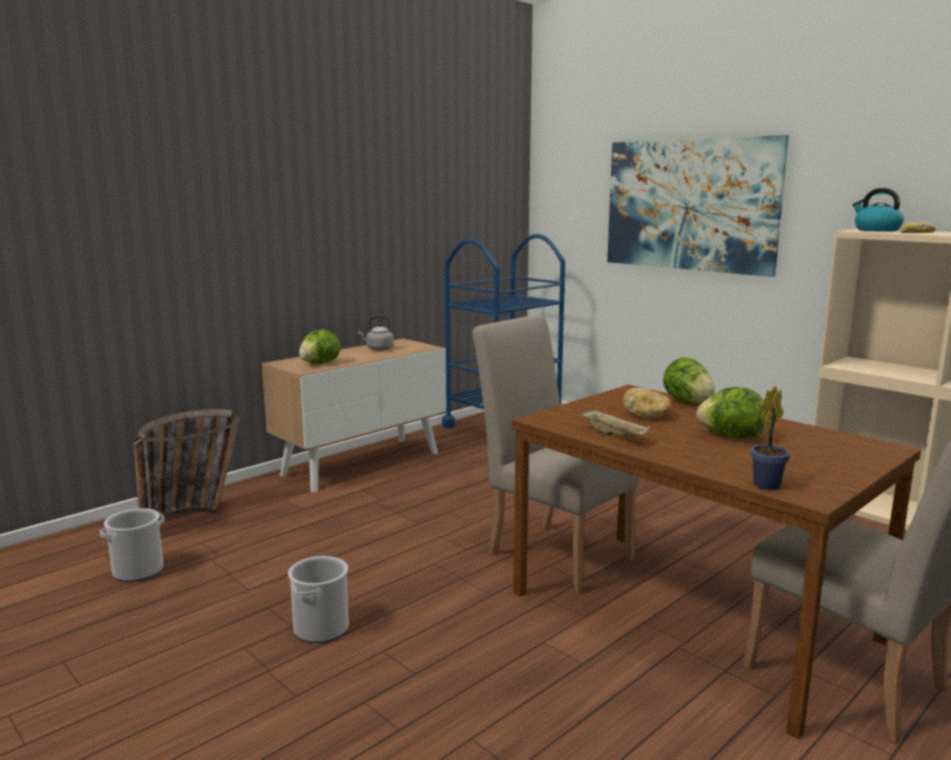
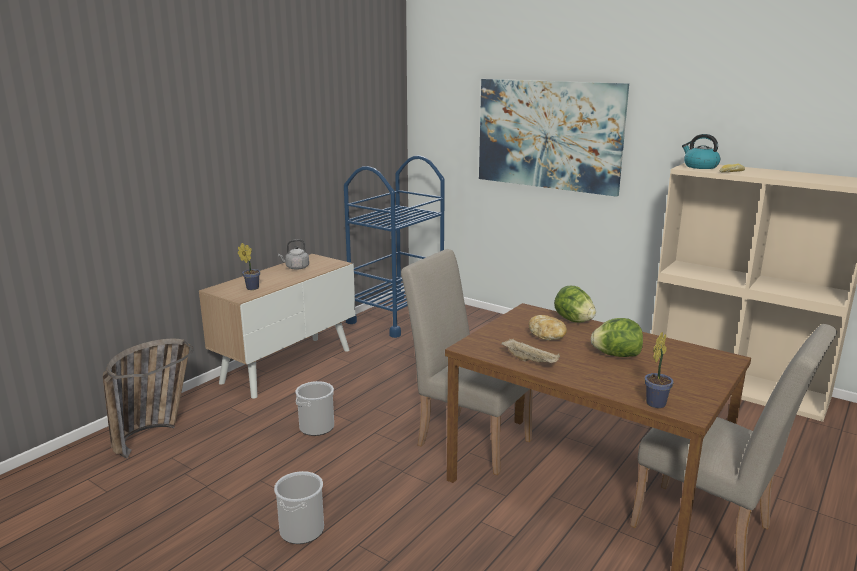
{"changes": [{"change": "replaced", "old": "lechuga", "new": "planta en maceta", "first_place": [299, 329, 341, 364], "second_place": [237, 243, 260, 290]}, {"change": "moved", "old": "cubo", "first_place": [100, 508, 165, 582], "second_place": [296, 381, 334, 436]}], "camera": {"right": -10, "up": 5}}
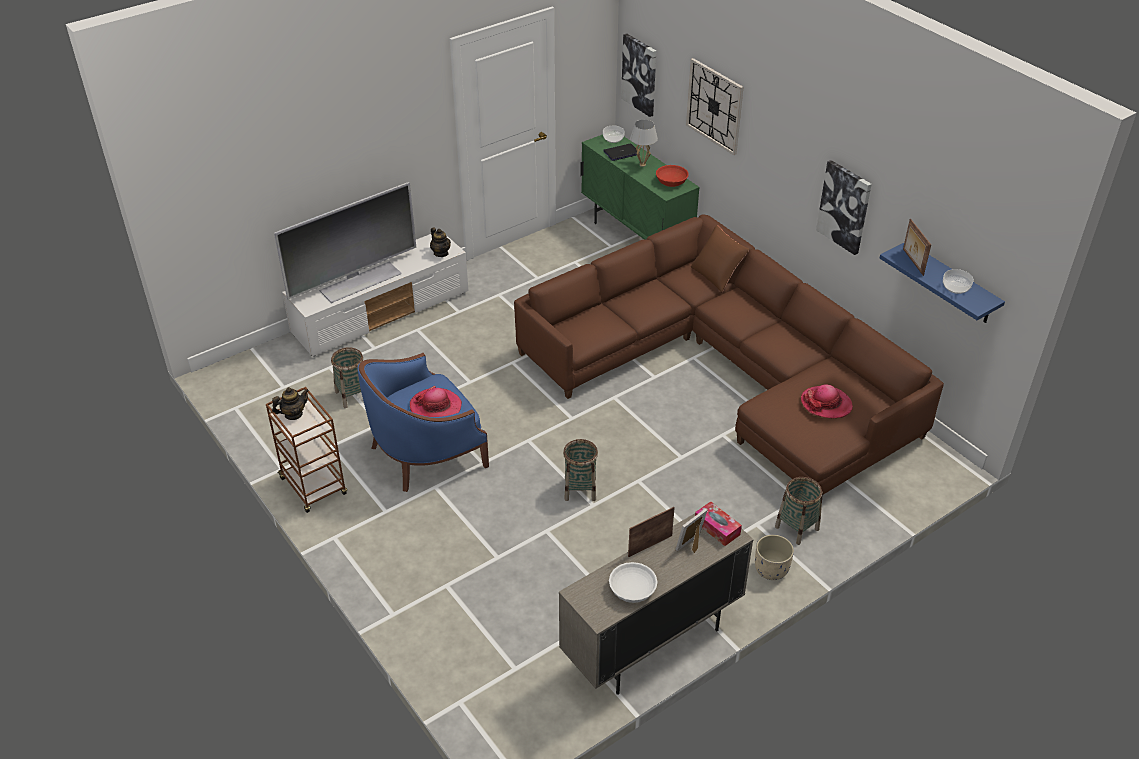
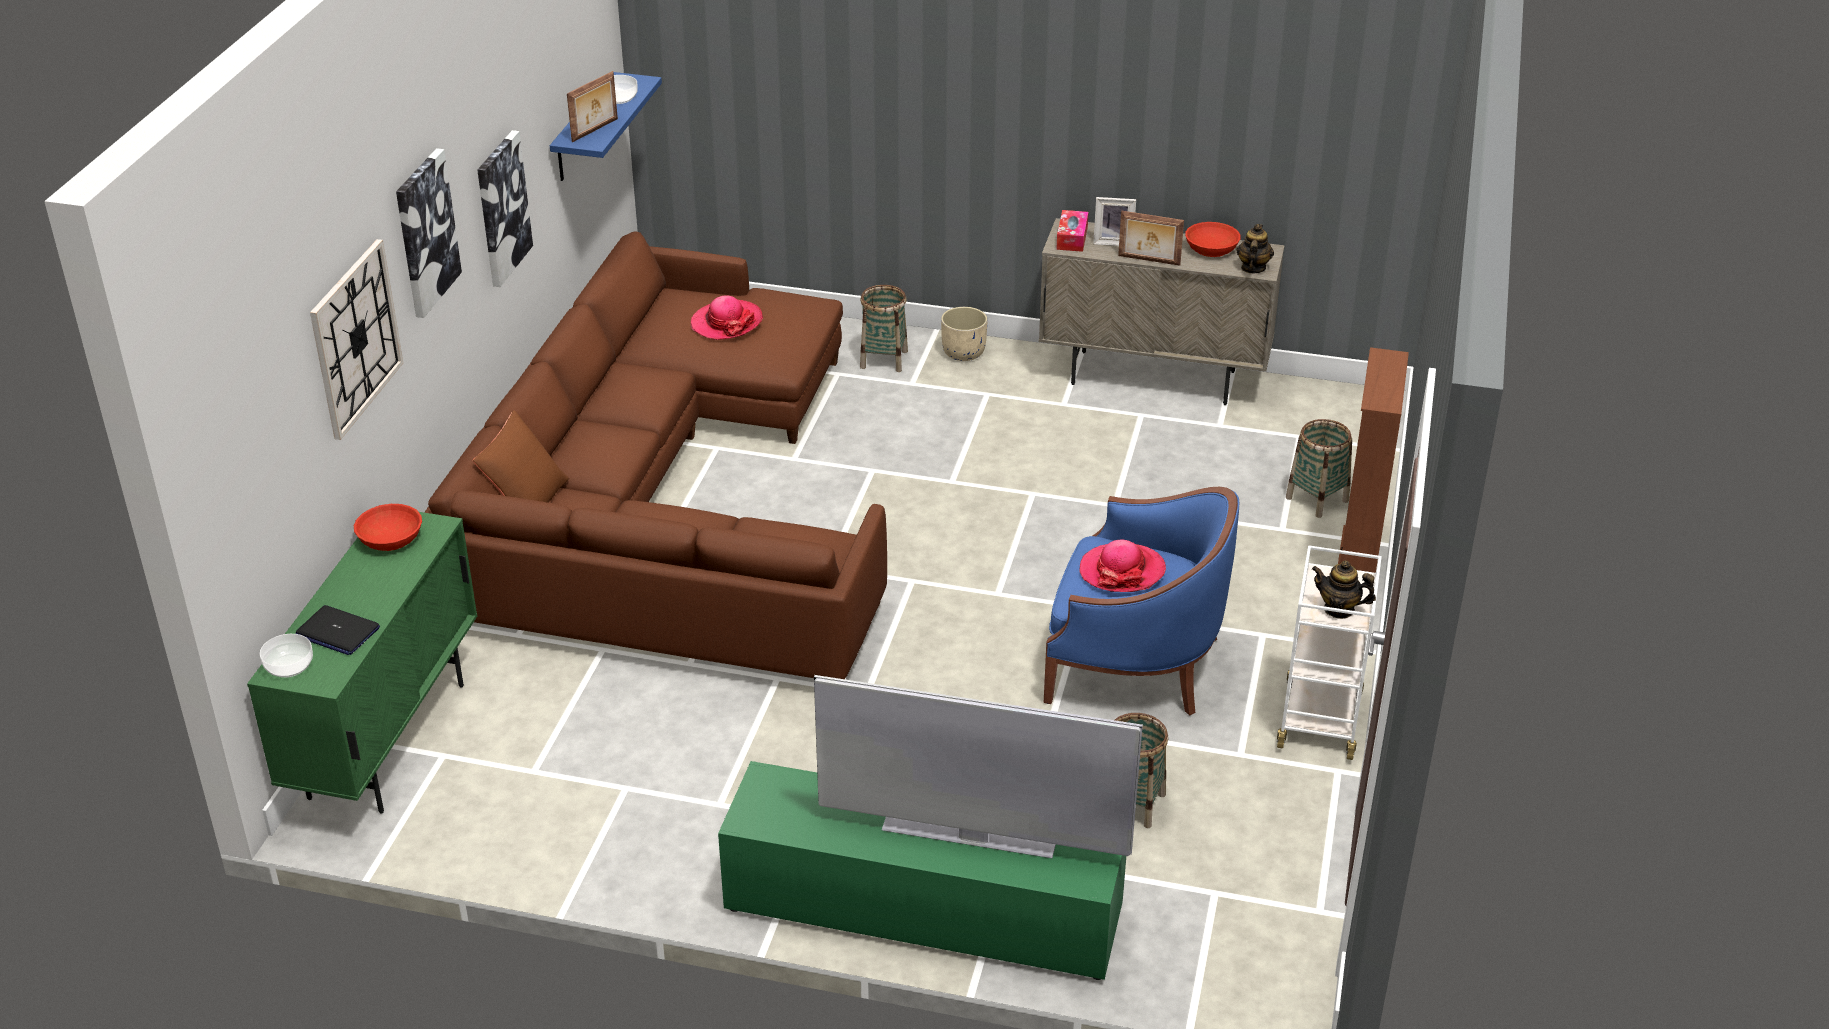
{"changes": [{"change": "moved", "old": "cuadro", "first_place": [621, 33, 656, 117], "second_place": [396, 148, 462, 318]}, {"change": "removed", "old": "lámpara de mesa/blanco", "first_place": [630, 120, 658, 167]}, {"change": "moved", "old": "tetera", "first_place": [430, 227, 451, 257], "second_place": [1237, 224, 1274, 273]}, {"change": "recoloured", "old": "mueble de televisión/blanco", "new": "mueble de televisión/verde", "first_place": [282, 234, 468, 357], "second_place": [718, 761, 1126, 980]}, {"change": "recoloured", "old": "carrito/marrón", "new": "carrito/blanco", "first_place": [266, 387, 347, 513], "second_place": [1277, 545, 1382, 760]}, {"change": "moved", "old": "cesta", "first_place": [563, 439, 598, 501], "second_place": [1286, 419, 1352, 518]}, {"change": "recoloured", "old": "cuenco/blanco", "new": "cuenco/rojo", "first_place": [609, 562, 658, 603], "second_place": [1185, 222, 1241, 257]}, {"change": "added", "new": "estantería/marrón", "second_place": [1338, 347, 1409, 573]}], "camera": {"right": -130, "up": -5}}
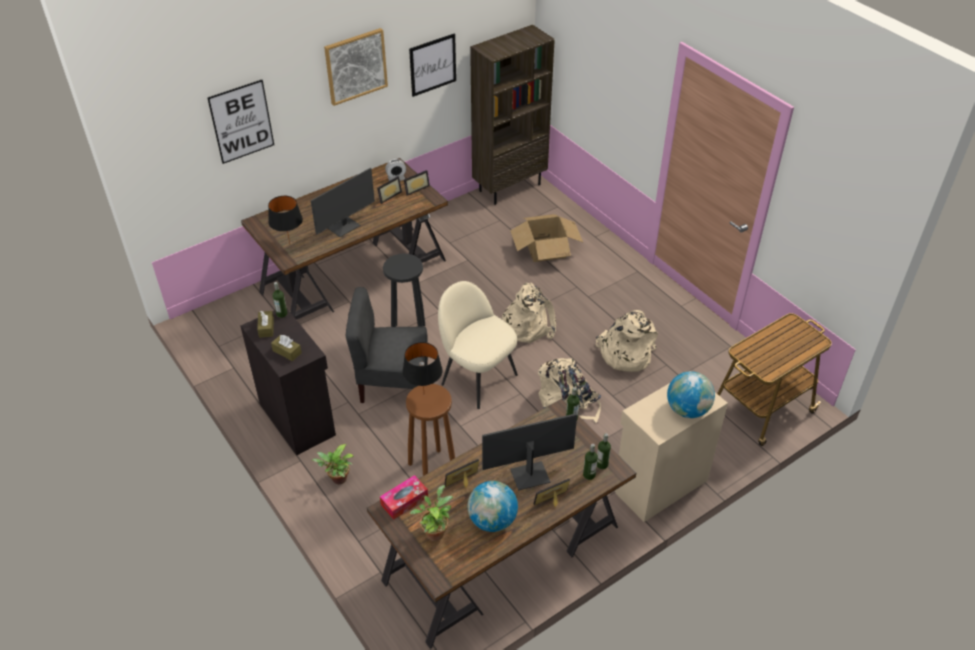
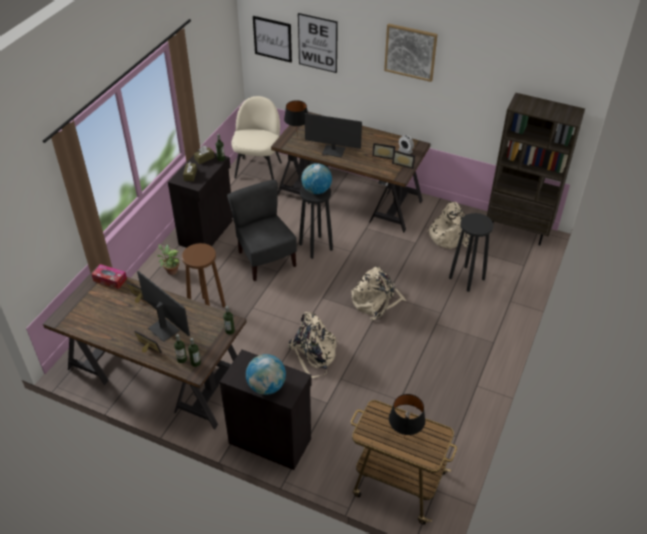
{"changes": [{"change": "moved", "old": "cuadro", "first_place": [409, 34, 456, 97], "second_place": [253, 16, 292, 63]}, {"change": "replaced", "old": "caja de cartón", "new": "taburete/negro", "first_place": [511, 214, 583, 262], "second_place": [449, 213, 493, 292]}, {"change": "moved", "old": "silla/beis", "first_place": [438, 281, 518, 409], "second_place": [232, 96, 282, 180]}, {"change": "moved", "old": "mochila/beis", "first_place": [595, 310, 658, 372], "second_place": [426, 202, 470, 249]}, {"change": "moved", "old": "lámpara de mesa/negro", "first_place": [402, 342, 443, 389], "second_place": [389, 394, 425, 438]}, {"change": "recoloured", "old": "armario/beis", "new": "armario/negro", "first_place": [614, 383, 728, 522], "second_place": [220, 350, 312, 470]}, {"change": "moved", "old": "globo terráqueo", "first_place": [468, 481, 518, 532], "second_place": [301, 163, 332, 194]}, {"change": "removed", "old": "planta en maceta", "first_place": [410, 485, 453, 541]}], "camera": {"right": 60, "up": 0}}
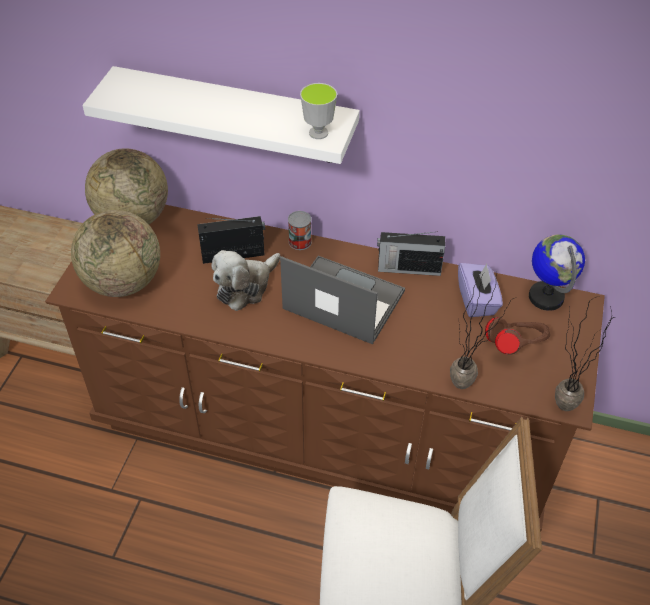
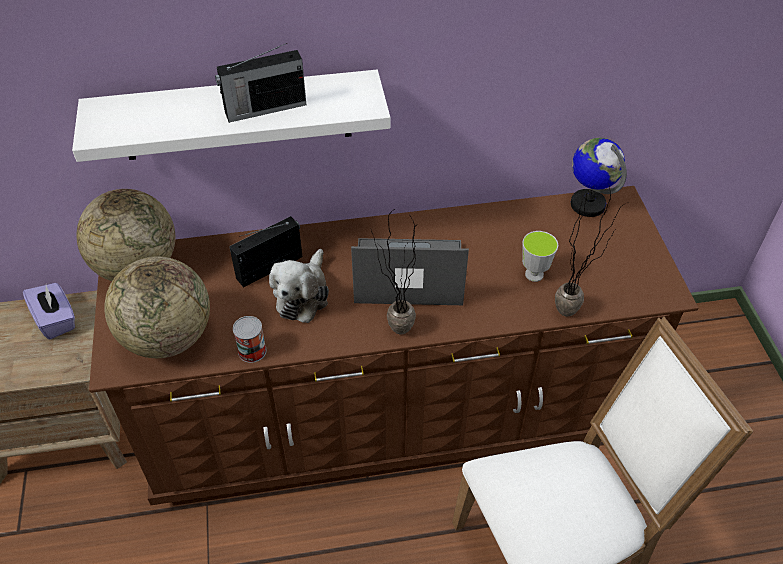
{"changes": [{"change": "moved", "old": "taza", "first_place": [300, 83, 337, 139], "second_place": [522, 231, 558, 282]}, {"change": "moved", "old": "lata", "first_place": [288, 211, 312, 250], "second_place": [233, 316, 267, 363]}, {"change": "moved", "old": "radio", "first_place": [377, 232, 445, 276], "second_place": [215, 43, 306, 123]}, {"change": "moved", "old": "caja de pañuelos/morado", "first_place": [458, 263, 503, 317], "second_place": [23, 283, 75, 339]}, {"change": "moved", "old": "planta en maceta", "first_place": [555, 296, 615, 411], "second_place": [371, 210, 418, 334]}, {"change": "removed", "old": "auriculares/marrón", "first_place": [485, 317, 550, 355]}], "camera": {"right": -25, "up": 0}}
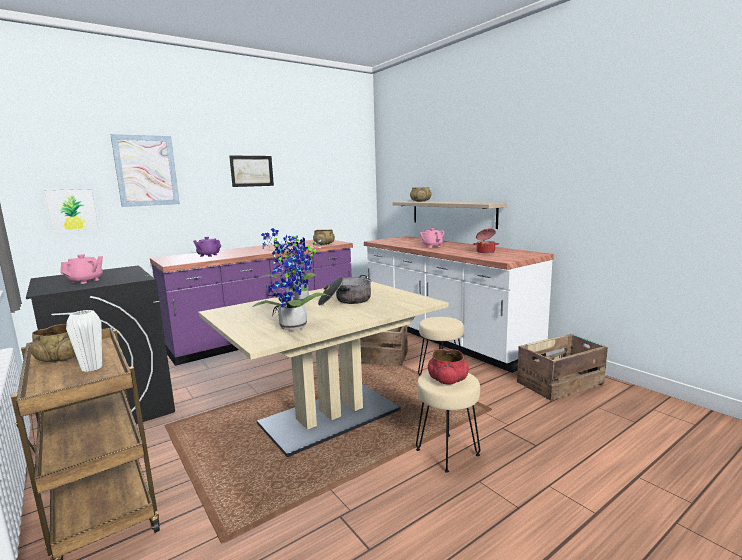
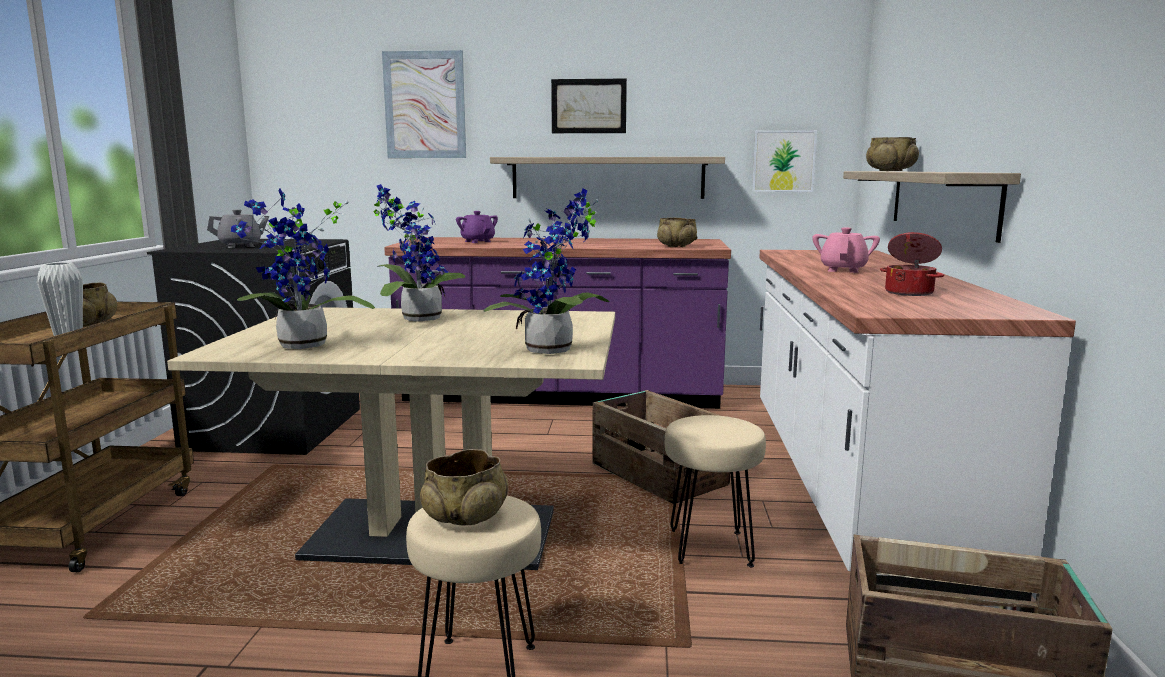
{"changes": [{"change": "moved", "old": "cuadro", "first_place": [42, 188, 100, 232], "second_place": [752, 130, 817, 192]}, {"change": "recoloured", "old": "tetera/rosa", "new": "tetera/gris", "first_place": [60, 254, 103, 284], "second_place": [207, 209, 269, 248]}, {"change": "removed", "old": "olla", "first_place": [318, 275, 371, 305]}, {"change": "recoloured", "old": "cuenco/rojo", "new": "cuenco/beis", "first_place": [428, 349, 469, 385], "second_place": [420, 449, 508, 525]}, {"change": "added", "new": "estante", "second_place": [490, 157, 725, 199]}, {"change": "added", "new": "planta en maceta", "second_place": [483, 188, 609, 354]}], "camera": {"right": 40, "up": 0}}
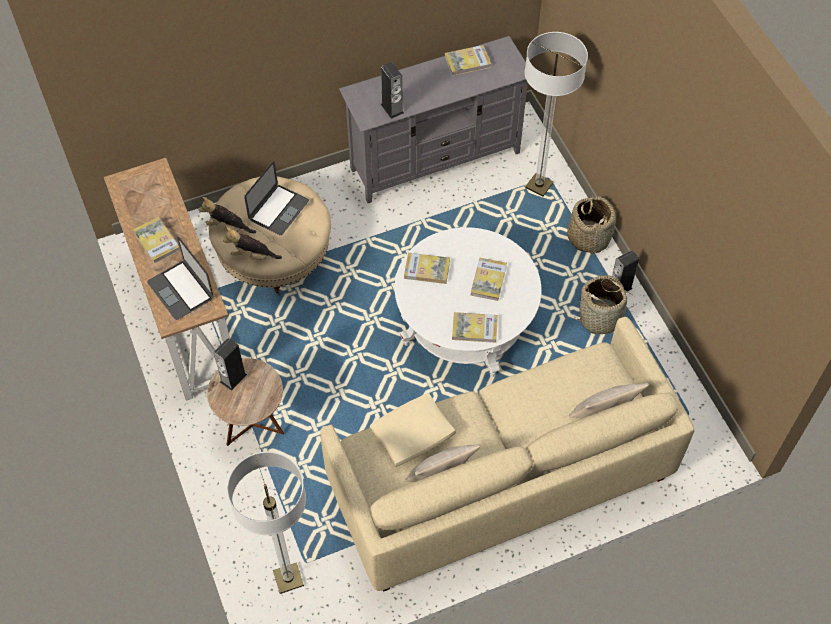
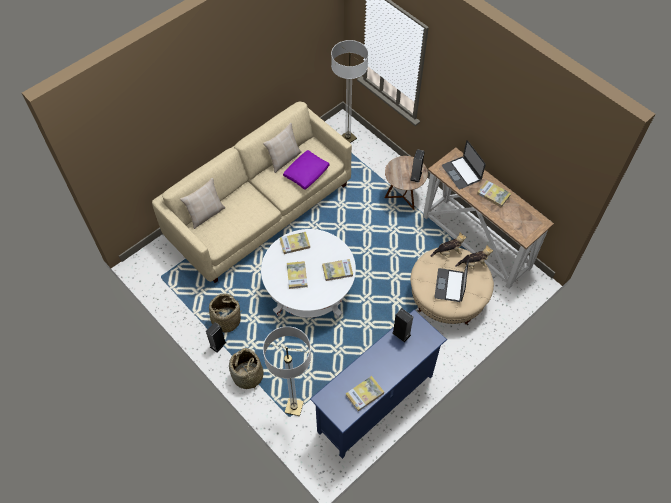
{"changes": [{"change": "recoloured", "old": "mueble de televisión/gris", "new": "mueble de televisión/azul", "first_place": [339, 36, 528, 203], "second_place": [310, 310, 447, 459]}, {"change": "turned", "old": "portátil", "first_place": [147, 236, 214, 320], "second_place": [442, 140, 486, 189], "degrees": -150}, {"change": "recoloured", "old": "cojín/beis", "new": "cojín/morado", "first_place": [370, 393, 456, 467], "second_place": [283, 150, 330, 190]}], "camera": {"right": 160, "up": 0}}
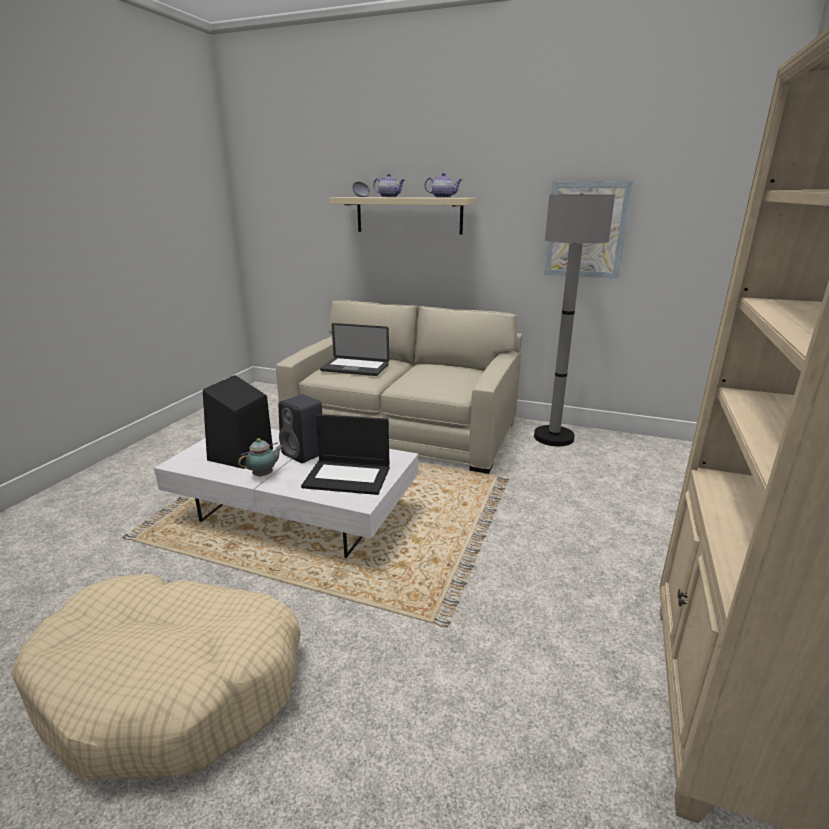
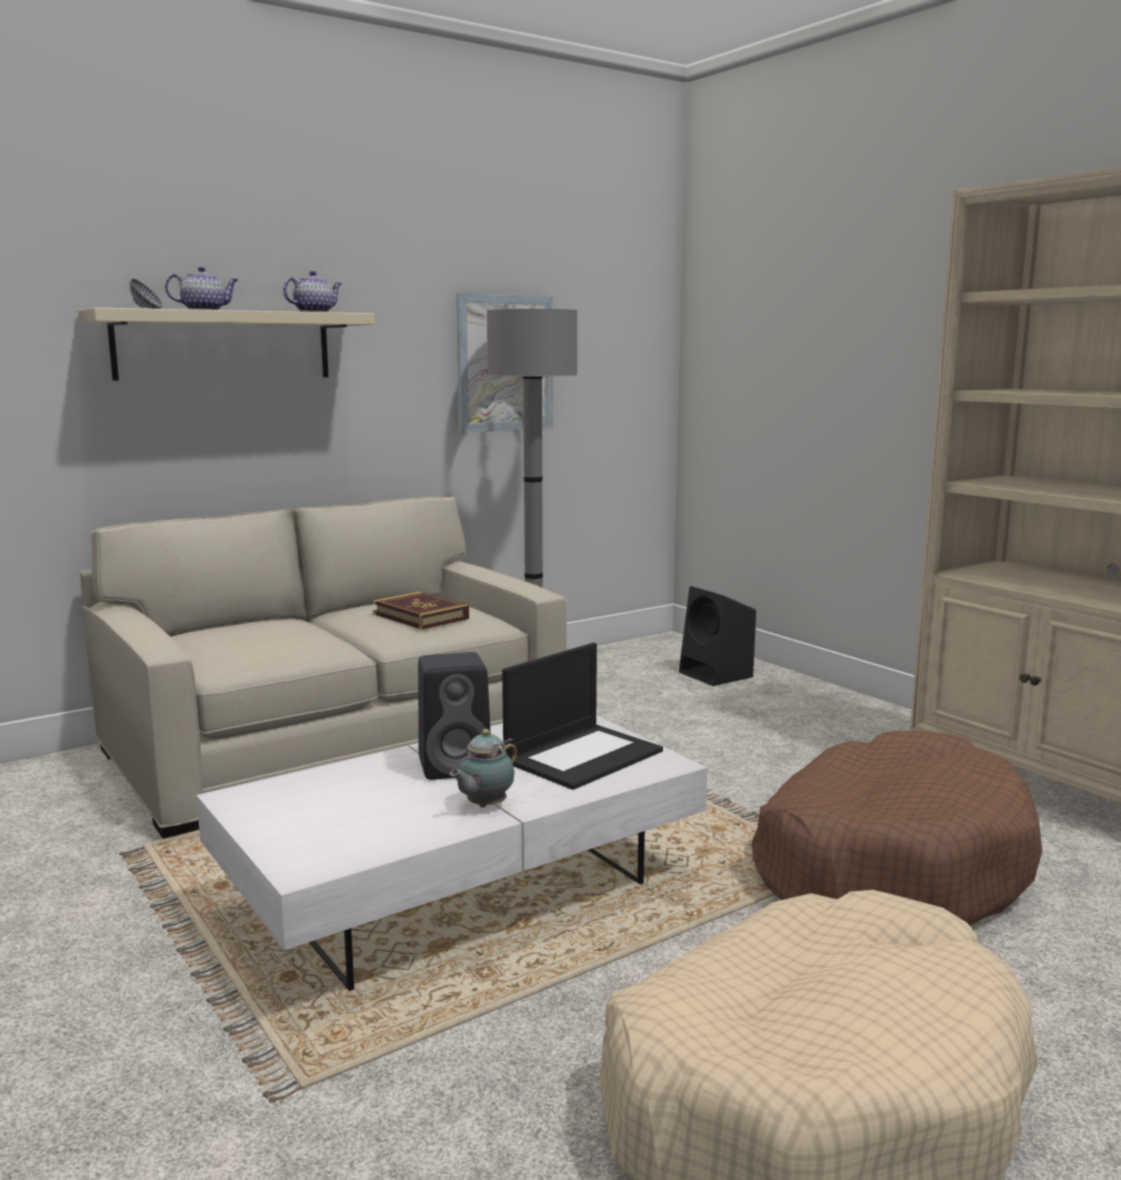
{"changes": [{"change": "removed", "old": "portátil", "first_place": [320, 323, 389, 376]}, {"change": "moved", "old": "altavoz/negro", "first_place": [203, 375, 273, 469], "second_place": [679, 586, 756, 686]}, {"change": "turned", "old": "tetera", "first_place": [238, 438, 284, 477], "second_place": [450, 729, 517, 808], "degrees": -135}, {"change": "added", "new": "libro", "second_place": [373, 592, 469, 630]}, {"change": "added", "new": "cama para perro/marrón", "second_place": [752, 731, 1042, 926]}], "camera": {"right": -55, "up": -10}}
